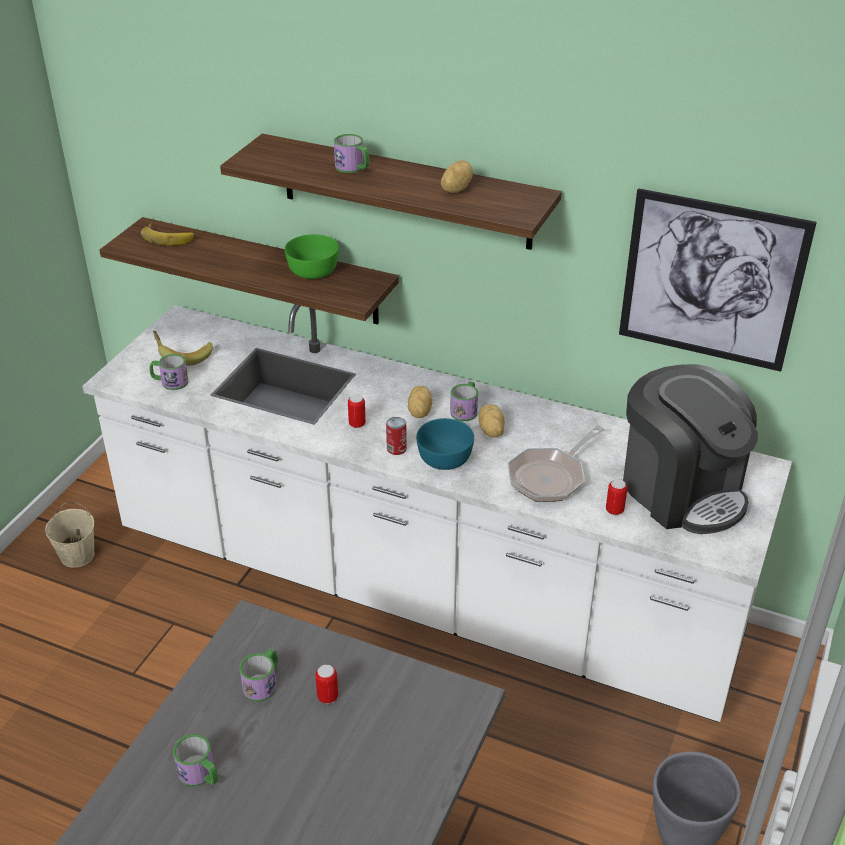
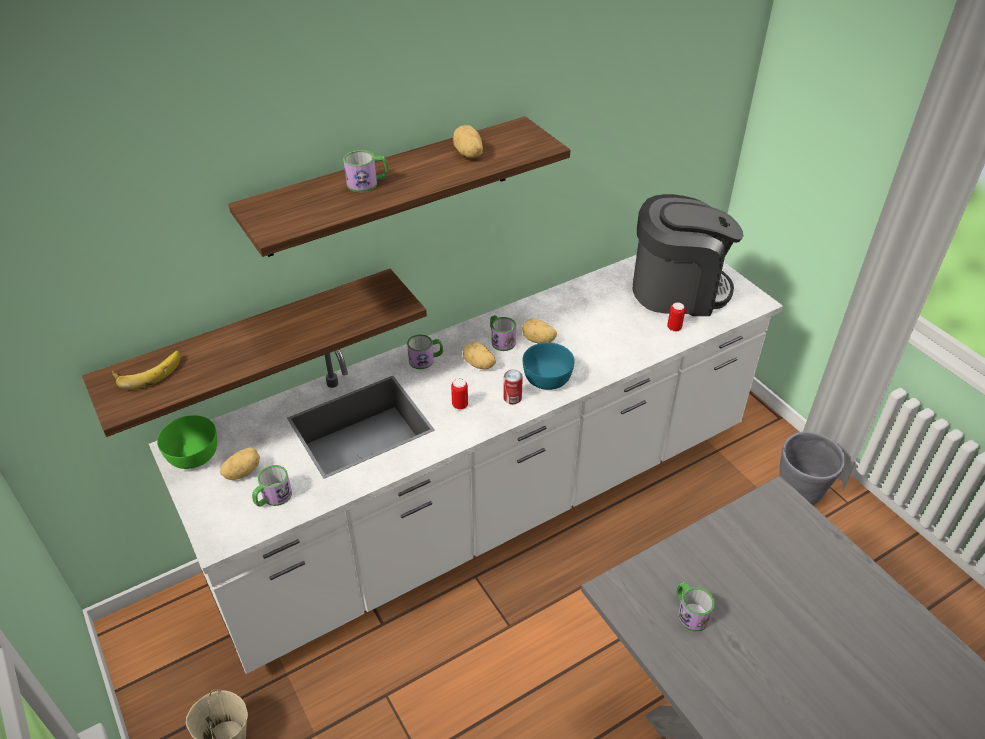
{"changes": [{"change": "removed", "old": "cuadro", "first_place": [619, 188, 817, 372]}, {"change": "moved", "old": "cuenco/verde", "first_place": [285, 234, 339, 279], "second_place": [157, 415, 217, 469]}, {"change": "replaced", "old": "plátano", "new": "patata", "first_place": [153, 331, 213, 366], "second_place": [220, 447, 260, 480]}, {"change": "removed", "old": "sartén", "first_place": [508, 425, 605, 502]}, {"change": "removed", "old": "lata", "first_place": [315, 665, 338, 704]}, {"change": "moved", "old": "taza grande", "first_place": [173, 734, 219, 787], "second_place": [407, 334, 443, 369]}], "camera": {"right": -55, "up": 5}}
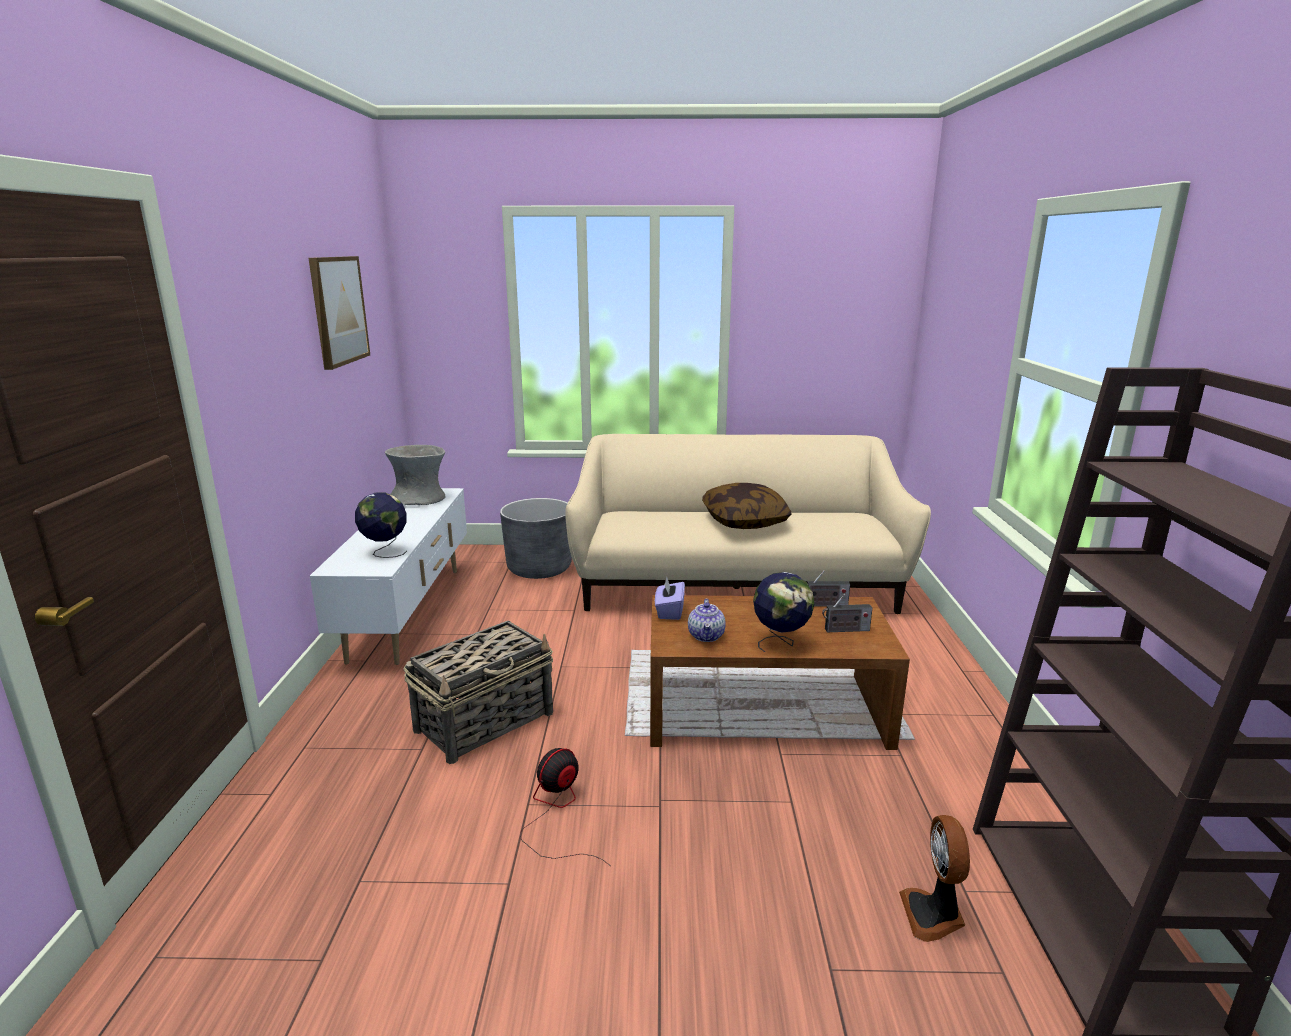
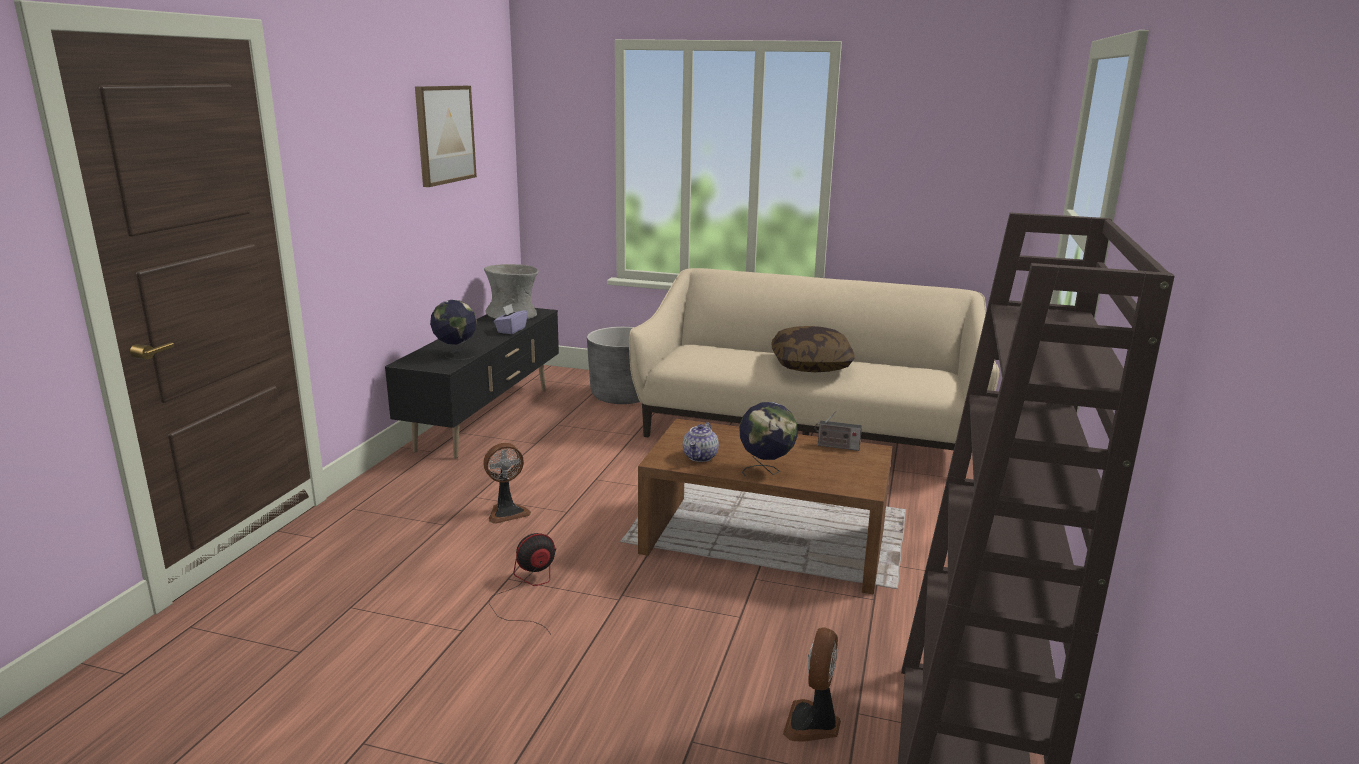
{"changes": [{"change": "recoloured", "old": "mueble de televisión/blanco", "new": "mueble de televisión/negro", "first_place": [310, 488, 467, 665], "second_place": [385, 308, 559, 459]}, {"change": "moved", "old": "caja de pañuelos/morado", "first_place": [655, 578, 685, 620], "second_place": [494, 304, 528, 334]}, {"change": "removed", "old": "radio", "first_place": [822, 594, 872, 632]}, {"change": "replaced", "old": "cesta", "new": "ventilador", "first_place": [403, 620, 553, 764], "second_place": [483, 443, 531, 524]}], "camera": {"right": 15, "up": 0}}
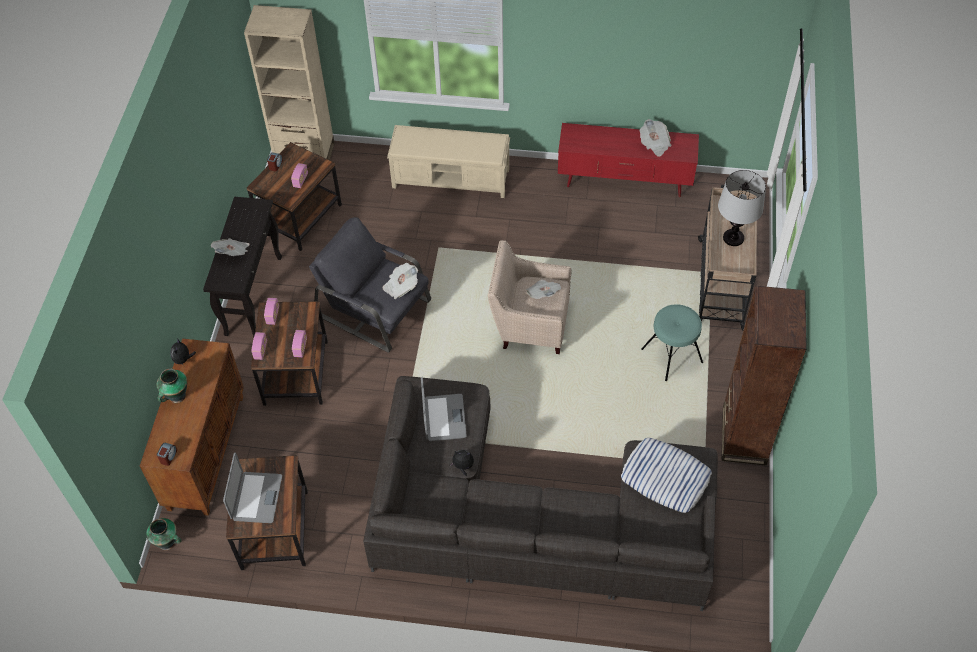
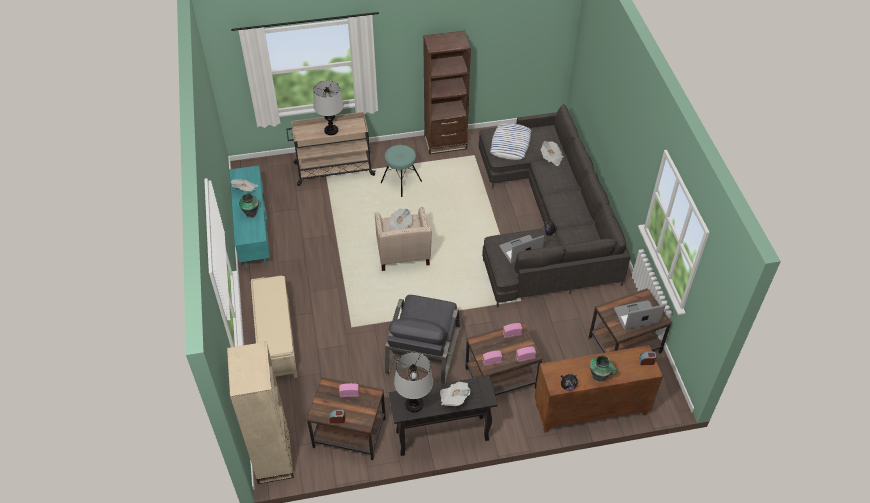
{"changes": [{"change": "recoloured", "old": "mueble de televisión/rojo", "new": "mueble de televisión/turquesa", "first_place": [558, 123, 699, 197], "second_place": [229, 165, 270, 268]}, {"change": "moved", "old": "periódico", "first_place": [383, 263, 418, 299], "second_place": [541, 141, 564, 166]}, {"change": "moved", "old": "florero", "first_place": [146, 518, 182, 550], "second_place": [239, 193, 259, 218]}, {"change": "added", "new": "lámpara de mesa", "second_place": [394, 352, 433, 412]}], "camera": {"right": -110, "up": -5}}
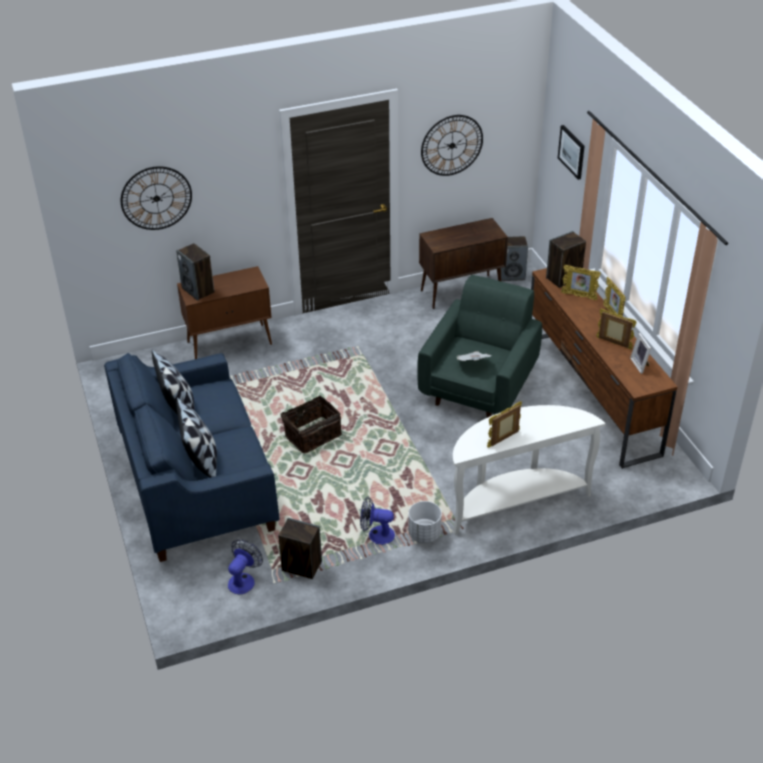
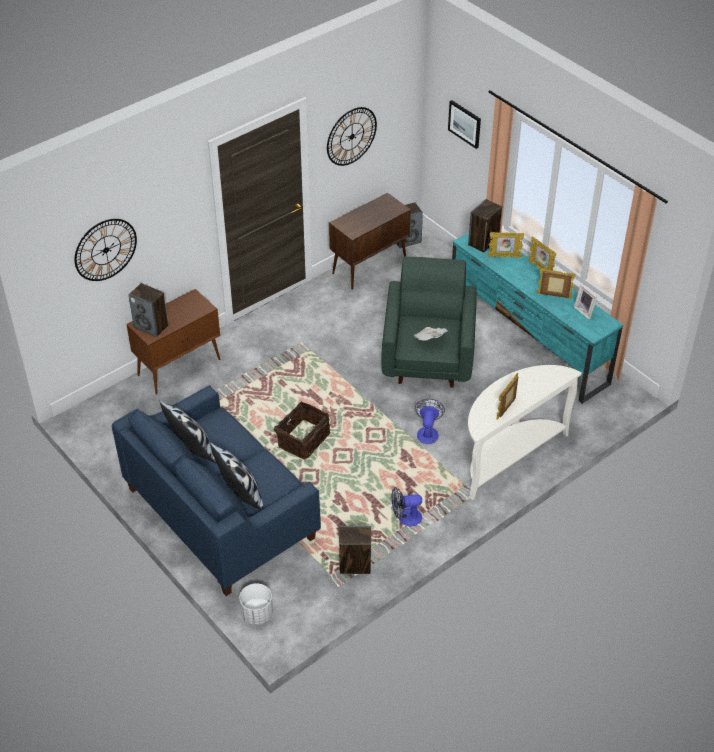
{"changes": [{"change": "recoloured", "old": "mueble de televisión/marrón", "new": "mueble de televisión/turquesa", "first_place": [531, 268, 677, 469], "second_place": [452, 233, 623, 404]}, {"change": "moved", "old": "maceta/blanco", "first_place": [408, 501, 442, 543], "second_place": [239, 583, 273, 625]}, {"change": "moved", "old": "ventilador", "first_place": [228, 540, 263, 594], "second_place": [415, 399, 445, 444]}], "camera": {"right": -20, "up": 5}}
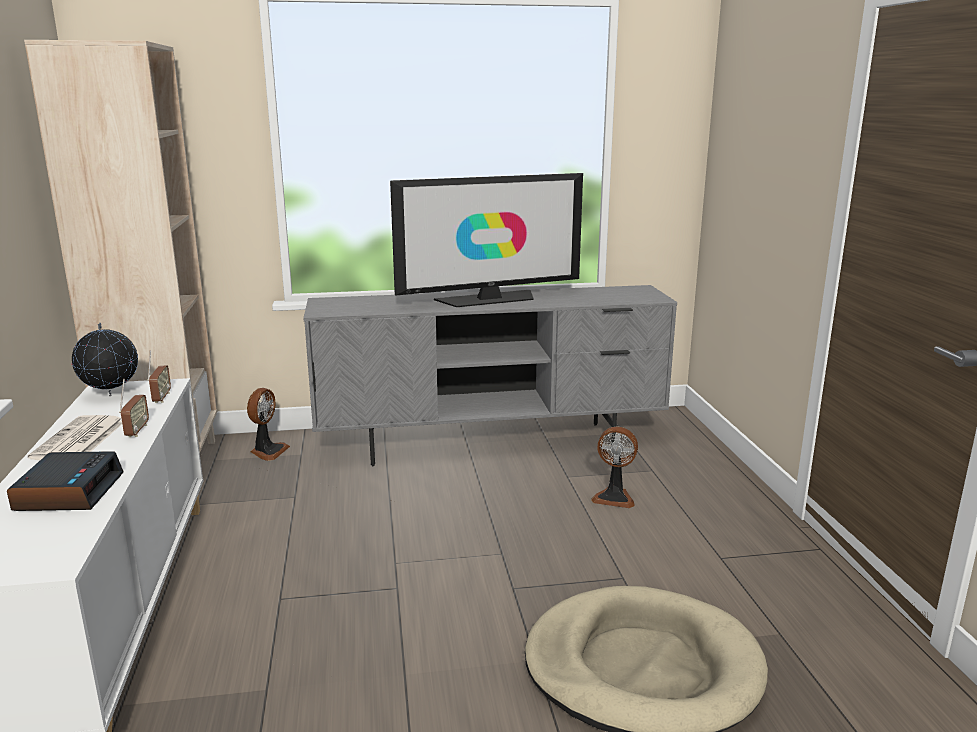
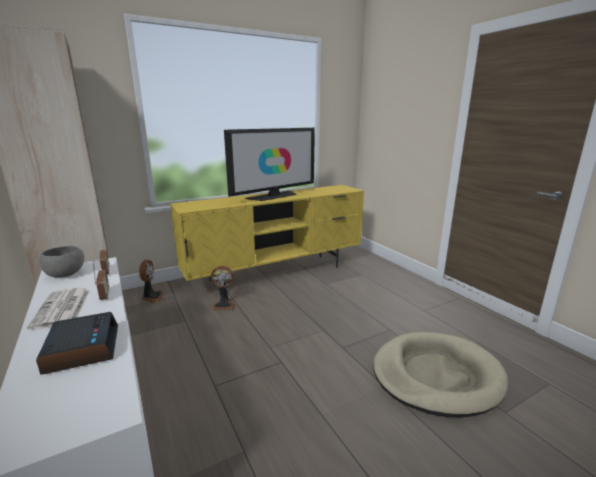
{"changes": [{"change": "recoloured", "old": "mueble de televisión/gris", "new": "mueble de televisión/amarillo", "first_place": [304, 285, 677, 466], "second_place": [170, 185, 364, 295]}, {"change": "replaced", "old": "globo terráqueo", "new": "cuenco/gris", "first_place": [72, 323, 138, 396], "second_place": [39, 246, 84, 278]}, {"change": "moved", "old": "ventilador", "first_place": [591, 426, 638, 508], "second_place": [211, 266, 235, 310]}], "camera": {"right": -20, "up": 0}}
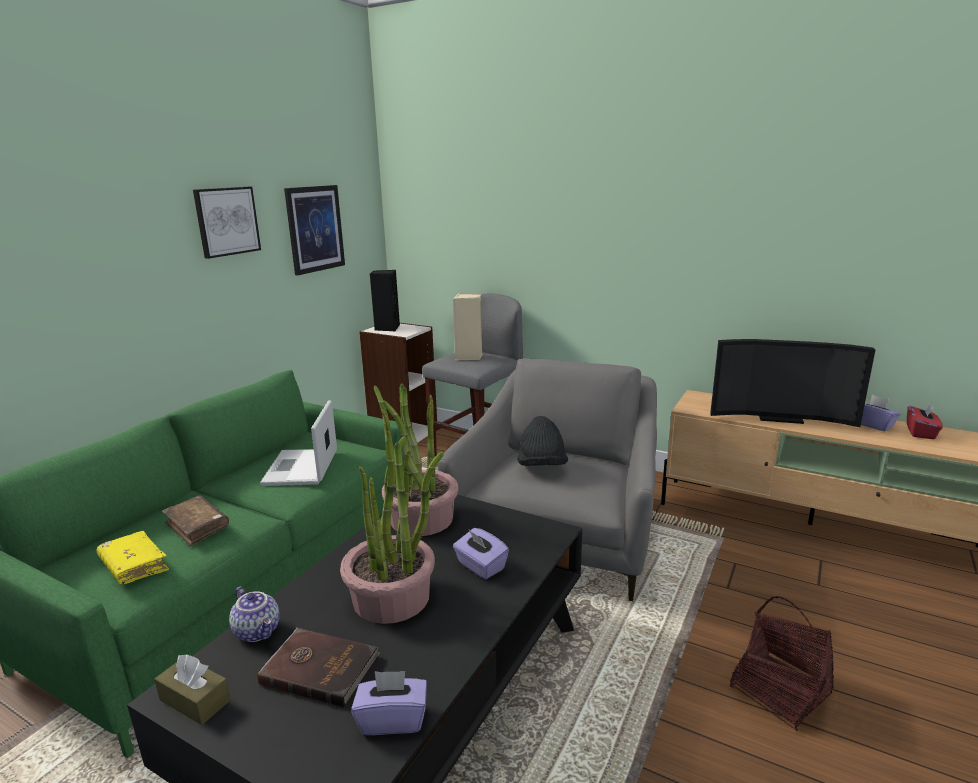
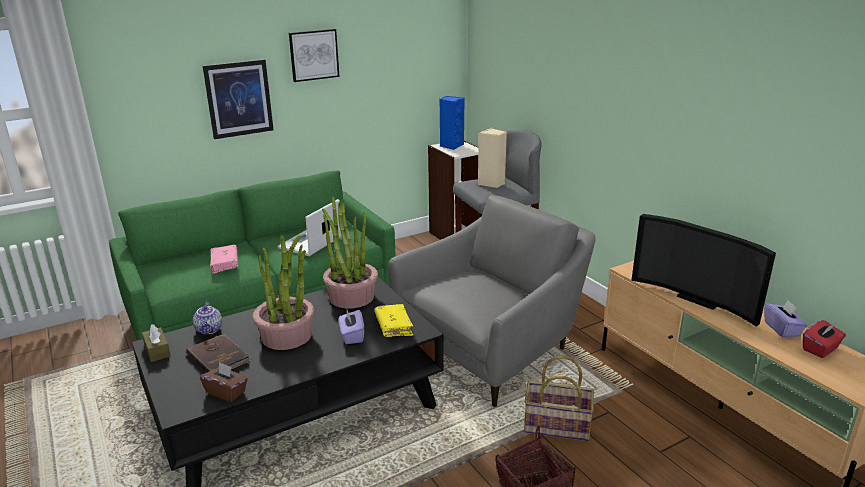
{"changes": [{"change": "moved", "old": "cuadro", "first_place": [284, 185, 345, 275], "second_place": [203, 59, 273, 139]}, {"change": "recoloured", "old": "altavoz/negro", "new": "altavoz/azul", "first_place": [370, 270, 400, 331], "second_place": [440, 96, 464, 150]}, {"change": "removed", "old": "sombrero/negro", "first_place": [517, 416, 568, 466]}, {"change": "recoloured", "old": "libro/marrón", "new": "libro/rosa", "first_place": [162, 496, 229, 547], "second_place": [210, 245, 238, 274]}, {"change": "moved", "old": "libro/amarillo", "first_place": [96, 531, 169, 584], "second_place": [375, 304, 413, 337]}, {"change": "recoloured", "old": "caja de pañuelos/morado", "new": "caja de pañuelos/marrón", "first_place": [351, 671, 427, 735], "second_place": [200, 362, 248, 402]}, {"change": "added", "new": "cesta", "second_place": [524, 356, 594, 441]}], "camera": {"right": 30, "up": 5}}
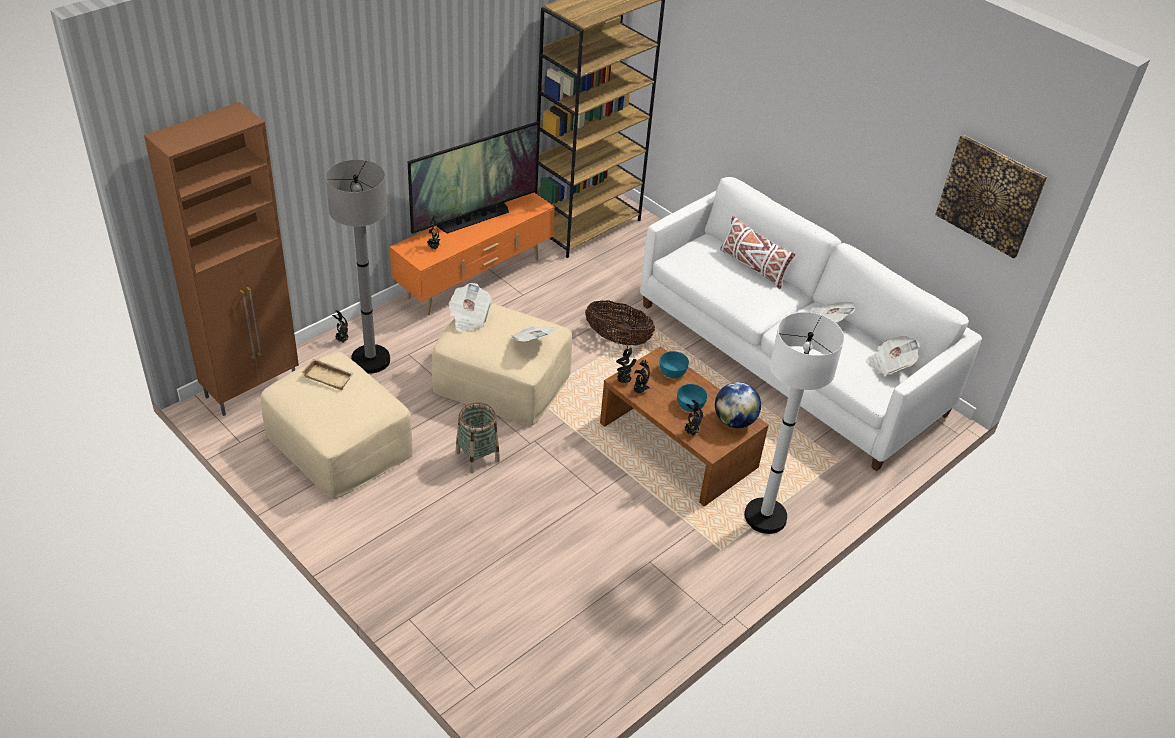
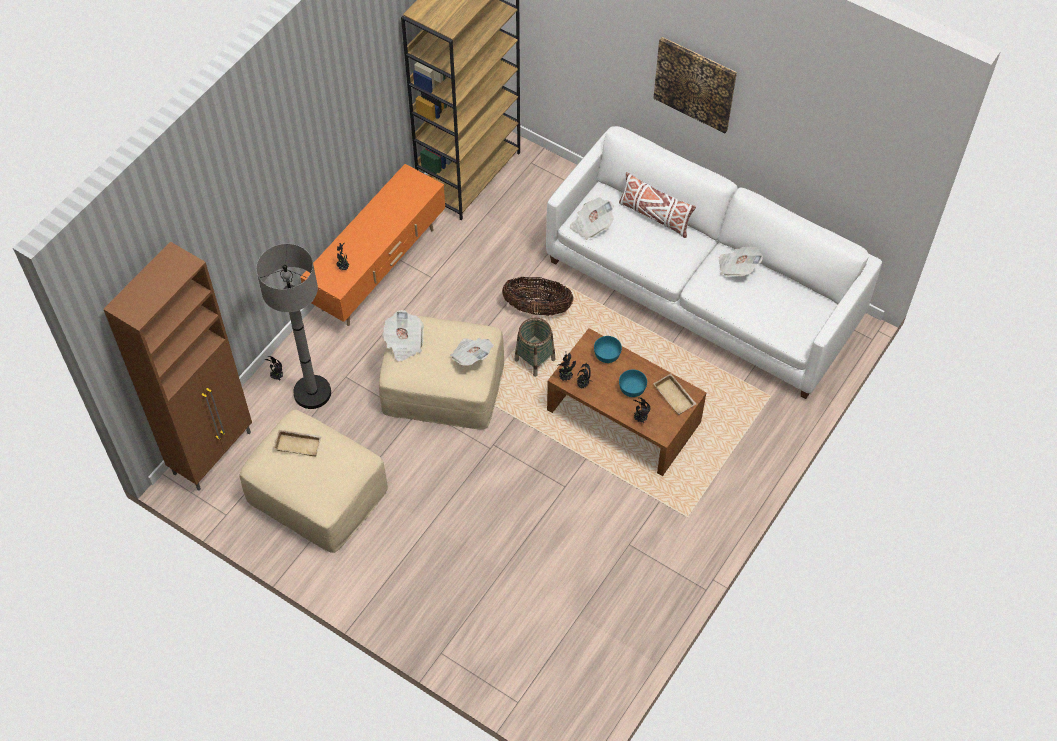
{"changes": [{"change": "removed", "old": "televisor", "first_place": [408, 121, 540, 234]}, {"change": "moved", "old": "cuadro", "first_place": [935, 134, 1047, 258], "second_place": [653, 37, 737, 133]}, {"change": "removed", "old": "lámpara de pie/blanco", "first_place": [744, 312, 844, 534]}, {"change": "moved", "old": "periódico", "first_place": [866, 336, 921, 375], "second_place": [570, 197, 614, 240]}, {"change": "replaced", "old": "globo terráqueo", "new": "bandeja/beis", "first_place": [715, 382, 761, 428], "second_place": [653, 374, 696, 415]}, {"change": "moved", "old": "cesta", "first_place": [456, 402, 500, 473], "second_place": [515, 318, 555, 377]}], "camera": {"right": -10, "up": 15}}
